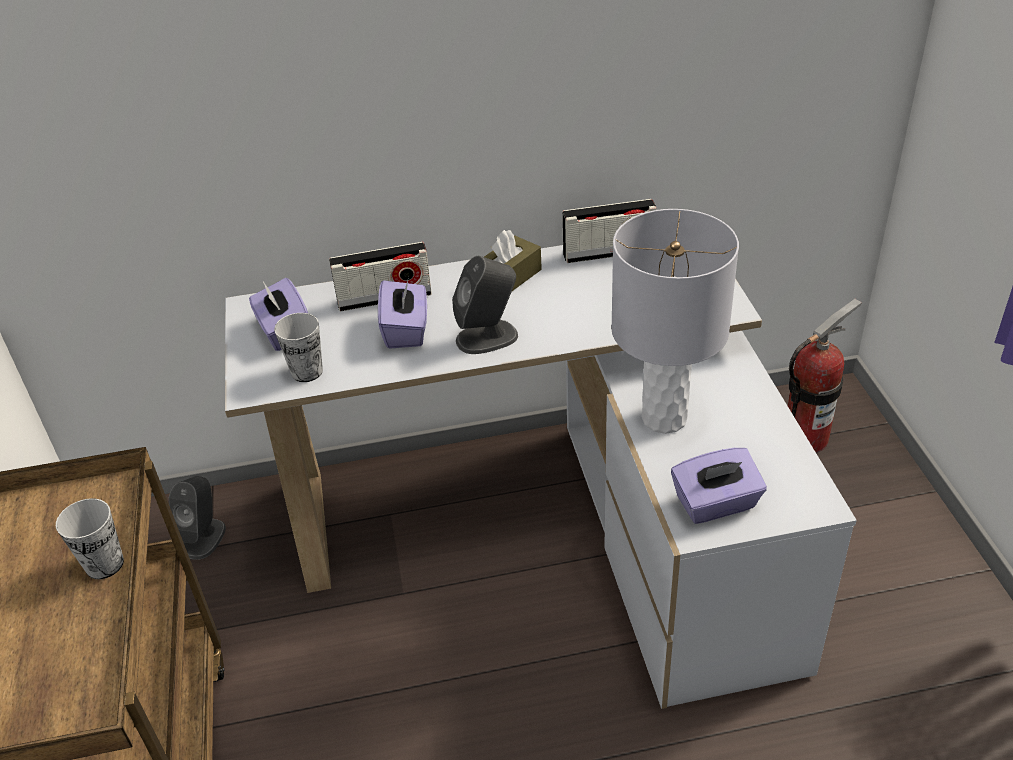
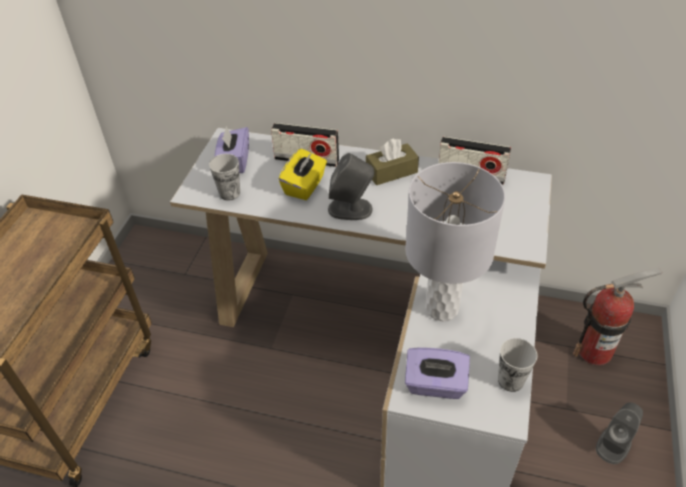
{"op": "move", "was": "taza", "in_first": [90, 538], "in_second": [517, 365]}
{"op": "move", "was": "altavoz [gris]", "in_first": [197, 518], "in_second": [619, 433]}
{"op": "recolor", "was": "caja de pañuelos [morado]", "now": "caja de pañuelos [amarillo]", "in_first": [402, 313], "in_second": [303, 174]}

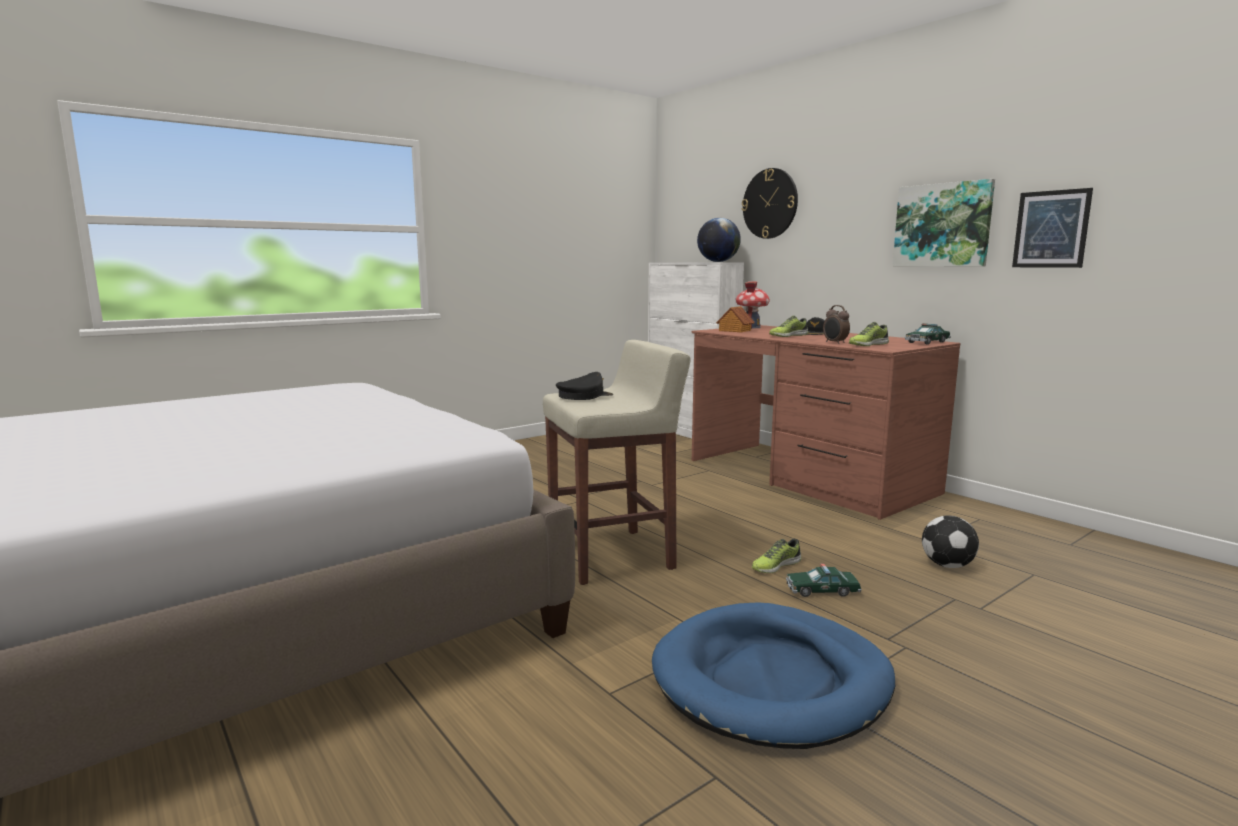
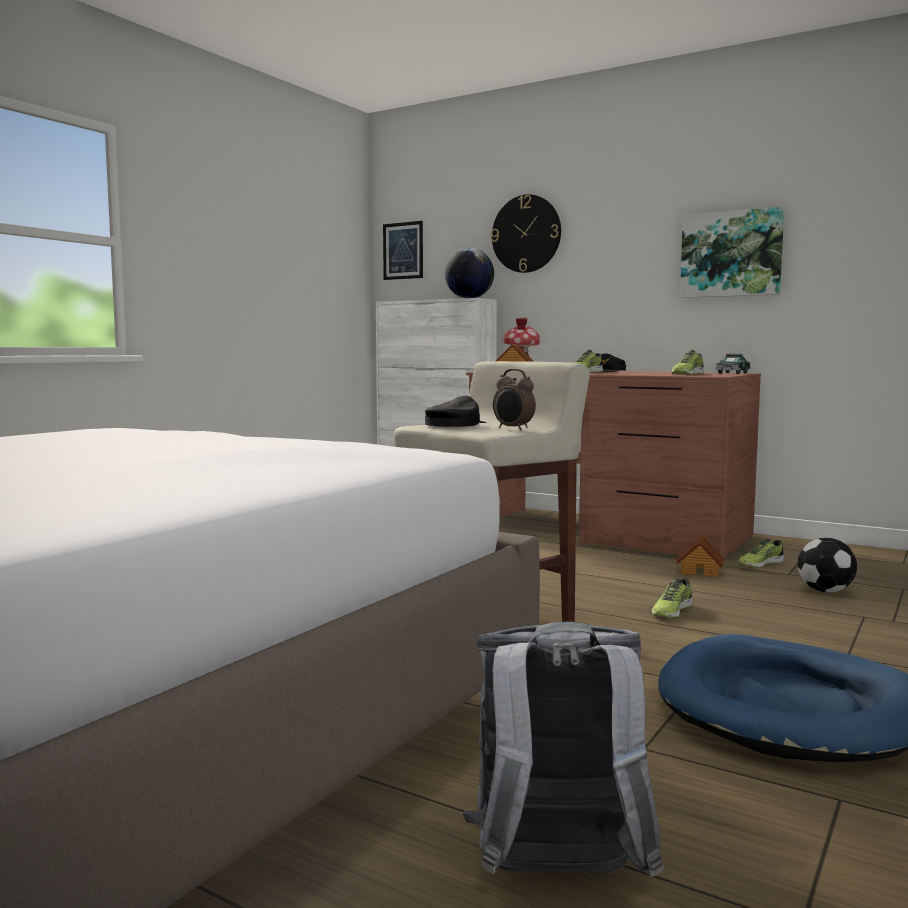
{"op": "delete", "was": "coche de juguete", "in_first": [824, 580]}
{"op": "move", "was": "despertador", "in_first": [836, 324], "in_second": [514, 399]}
{"op": "move", "was": "cuadro", "in_first": [1052, 228], "in_second": [403, 250]}
{"op": "insert", "now": "mochila [gris]", "in_second": [564, 749]}
{"op": "insert", "now": "casita", "in_second": [700, 557]}
{"op": "insert", "now": "zapato", "in_second": [761, 553]}

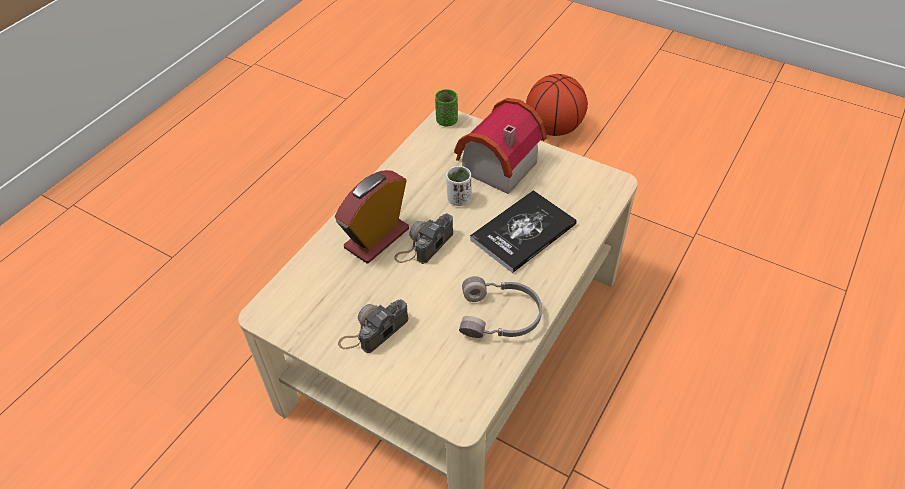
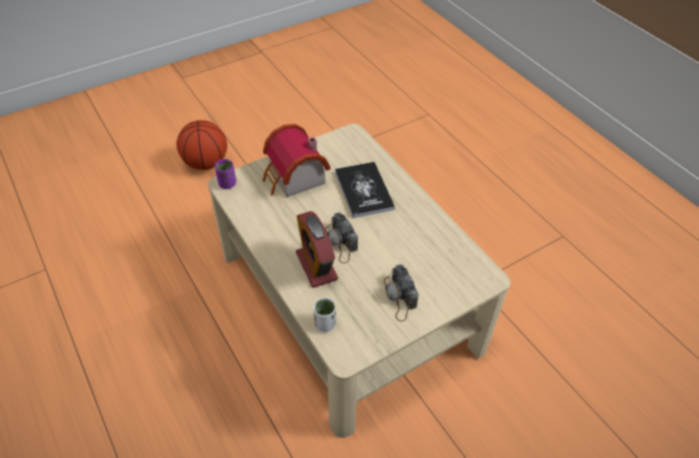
{"op": "recolor", "was": "taza [verde]", "now": "taza [morado]", "in_first": [446, 108], "in_second": [225, 174]}
{"op": "move", "was": "taza [blanco]", "in_first": [458, 186], "in_second": [324, 315]}
{"op": "delete", "was": "auriculares [gris]", "in_first": [500, 307]}

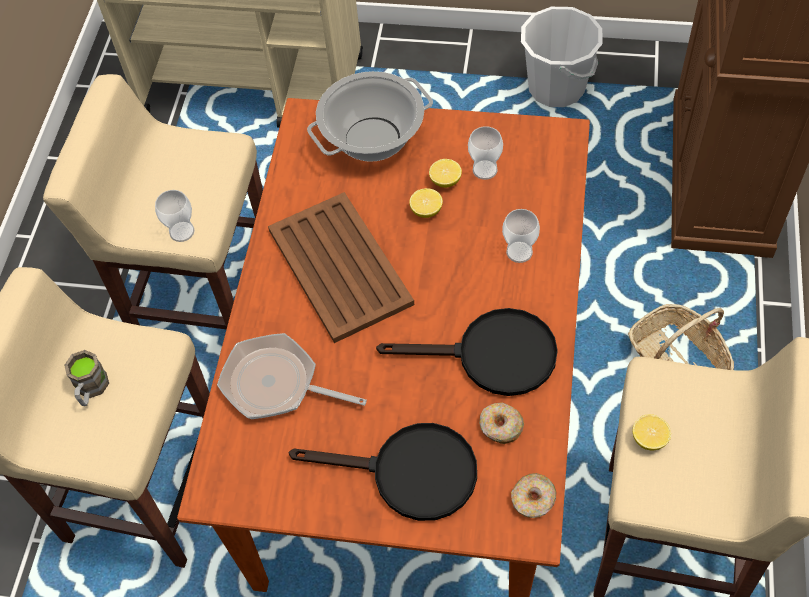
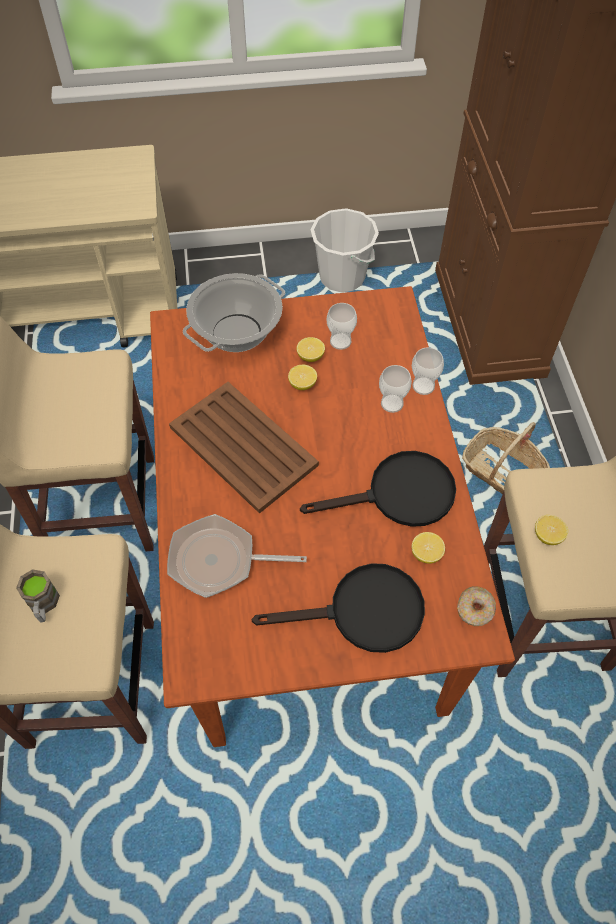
{"op": "move", "was": "taza", "in_first": [175, 216], "in_second": [428, 371]}
{"op": "replace", "was": "rosquilla", "now": "limón", "in_first": [501, 423], "in_second": [428, 548]}

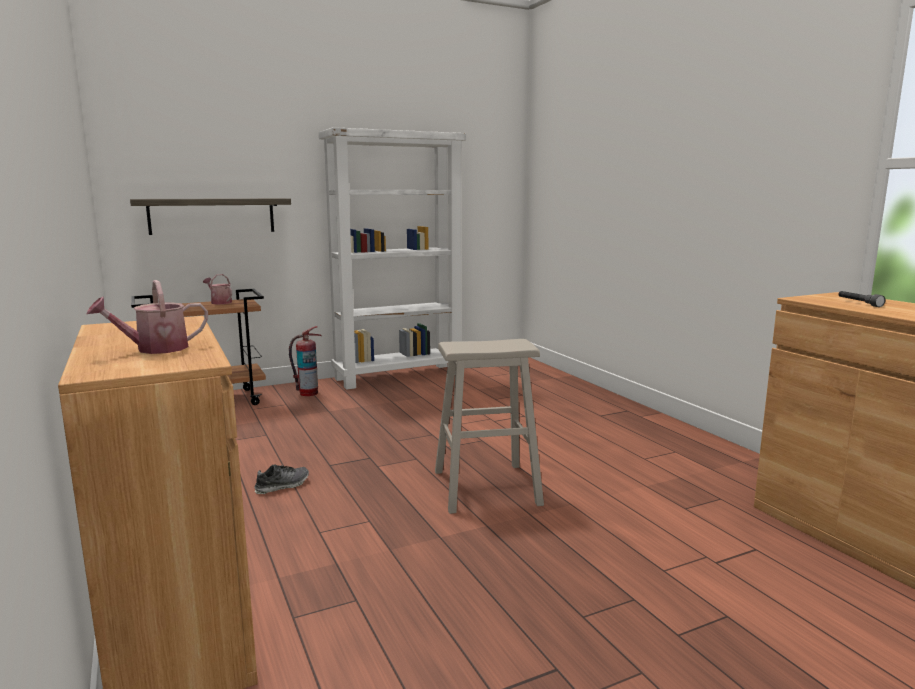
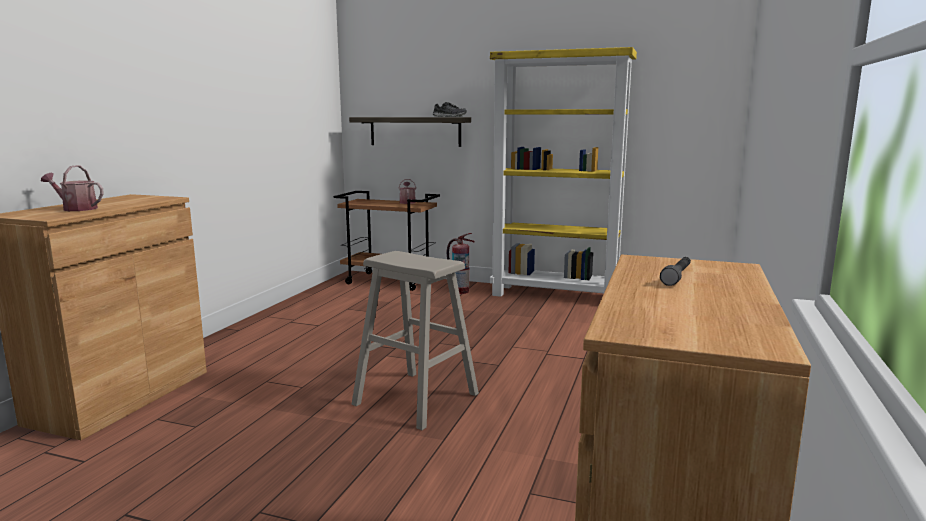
{"op": "move", "was": "zapato", "in_first": [281, 479], "in_second": [450, 109]}
{"op": "recolor", "was": "estantería [blanco]", "now": "estantería [amarillo]", "in_first": [392, 258], "in_second": [563, 172]}

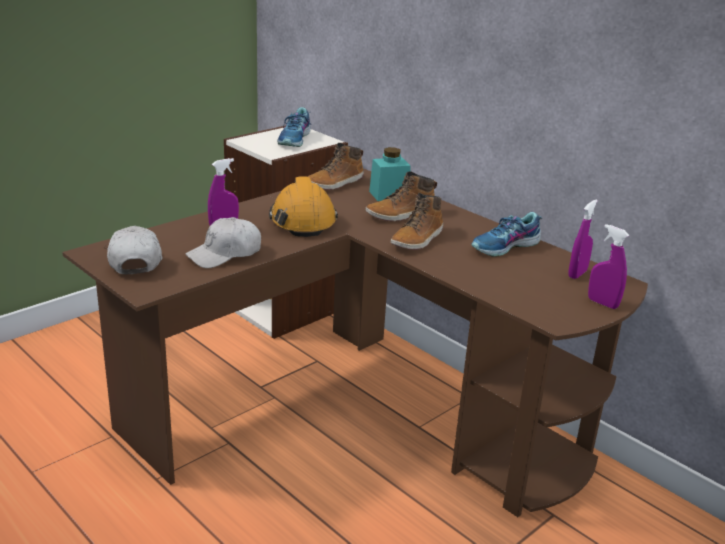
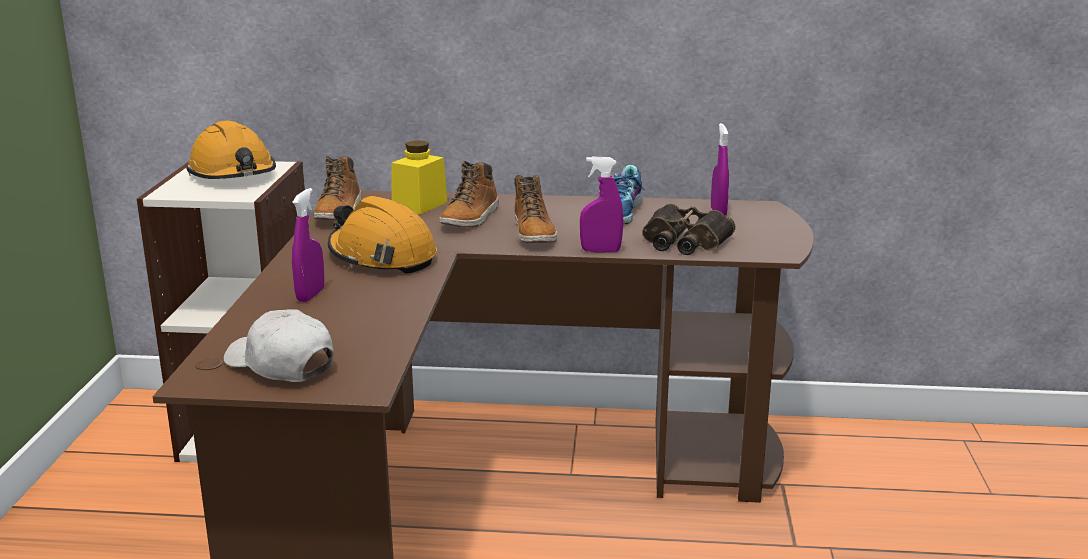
{"op": "delete", "was": "gorra [blanco]", "in_first": [223, 242]}
{"op": "replace", "was": "zapato", "now": "casco [naranja]", "in_first": [294, 127], "in_second": [231, 150]}
{"op": "recolor", "was": "tarro [turquesa]", "now": "tarro [amarillo]", "in_first": [390, 174], "in_second": [420, 177]}
{"op": "move", "was": "pulverizador [morado]", "in_first": [608, 266], "in_second": [601, 204]}
{"op": "insert", "now": "prismáticos", "in_second": [688, 229]}

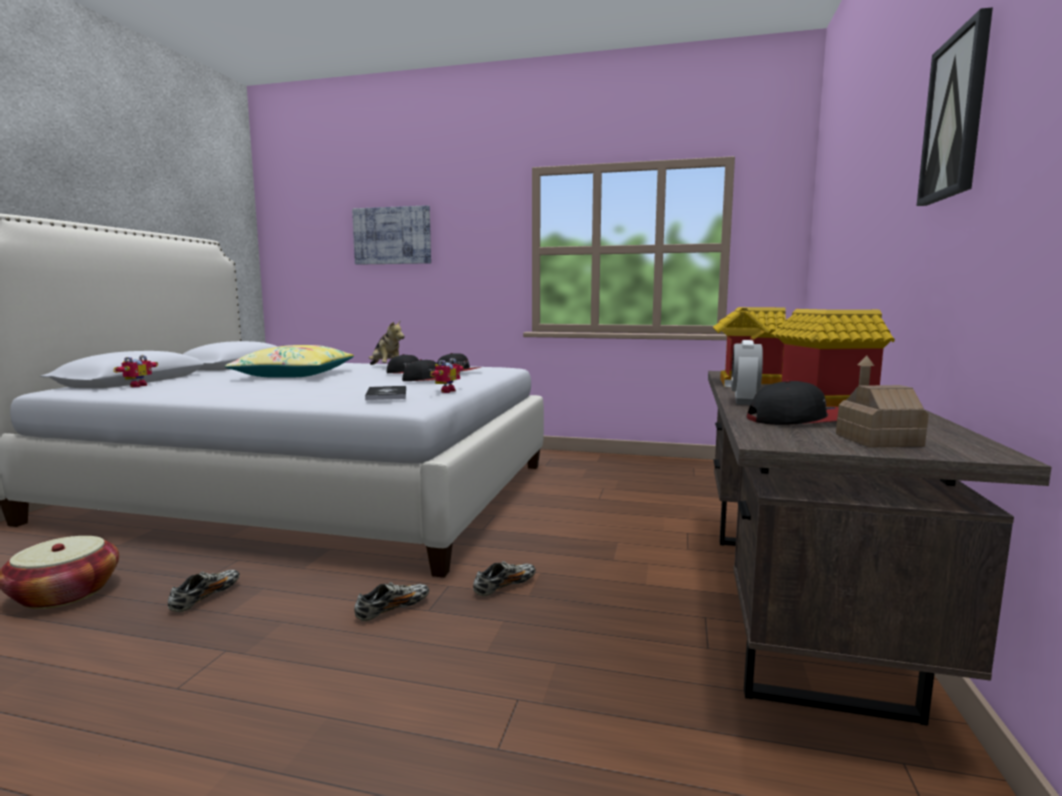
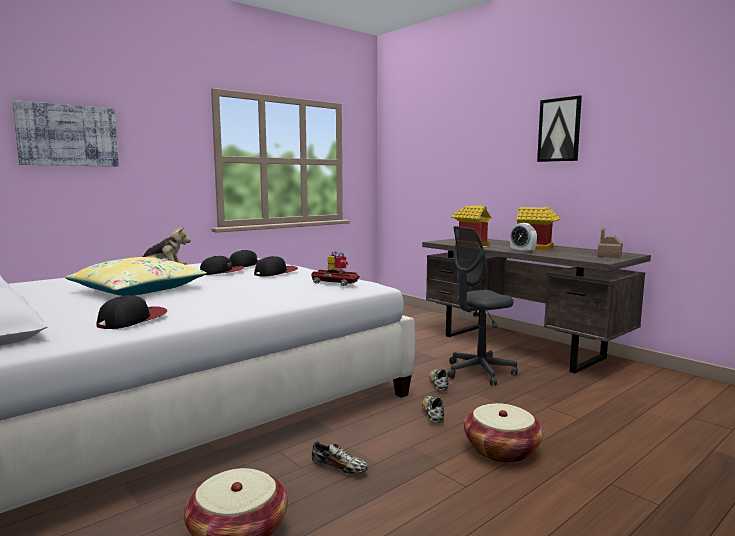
{"op": "delete", "was": "robot de juguete", "in_first": [135, 371]}
{"op": "rotate", "was": "zapato", "in_first": [204, 591], "in_second": [339, 457], "clockwise": 150}
{"op": "replace", "was": "libro", "now": "coche de juguete", "in_first": [385, 393], "in_second": [335, 277]}
{"op": "move", "was": "gorra", "in_first": [793, 402], "in_second": [131, 312]}
{"op": "insert", "now": "silla de oficina [gris]", "in_second": [483, 306]}
{"op": "insert", "now": "cesta", "in_second": [503, 433]}

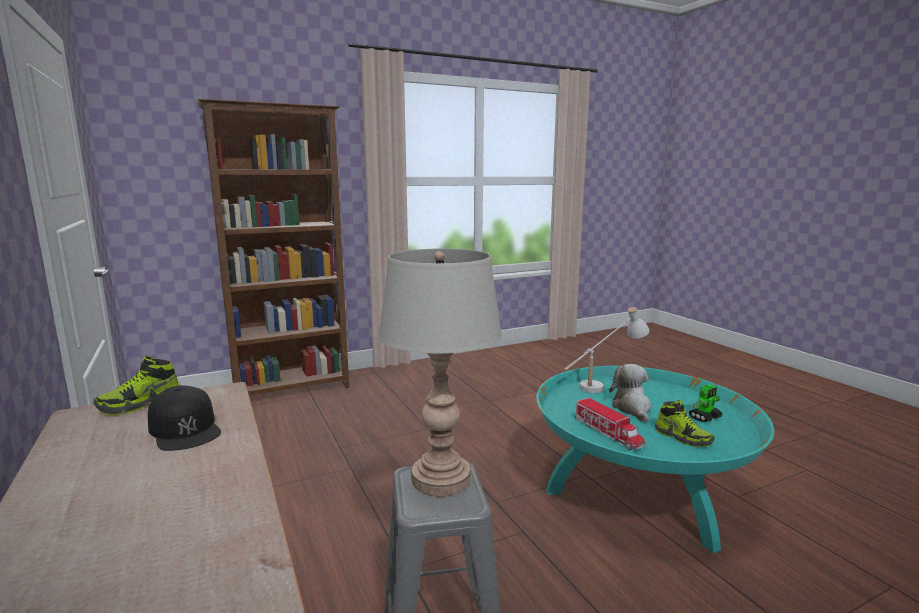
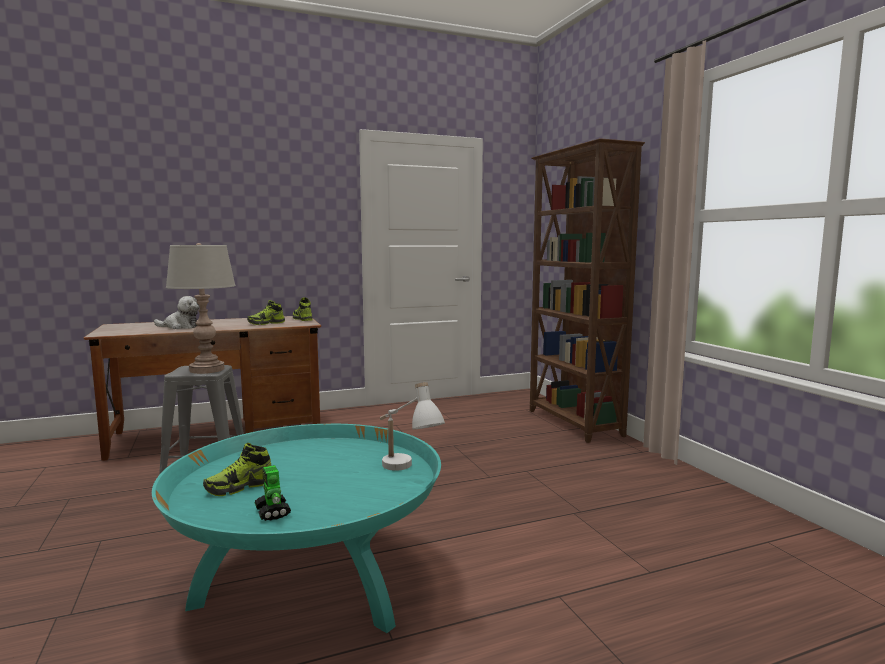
{"op": "replace", "was": "gorra [negro]", "now": "zapato", "in_first": [184, 418], "in_second": [266, 312]}
{"op": "delete", "was": "camión de juguete", "in_first": [610, 424]}
{"op": "move", "was": "peluche", "in_first": [630, 393], "in_second": [177, 312]}

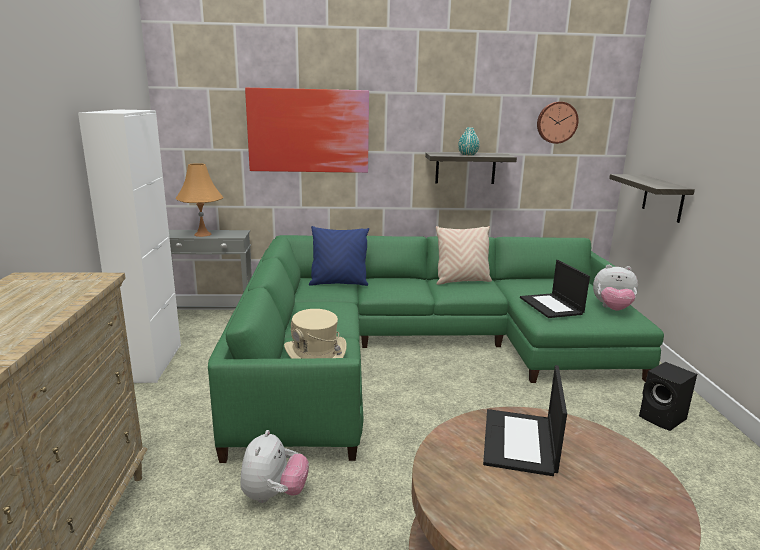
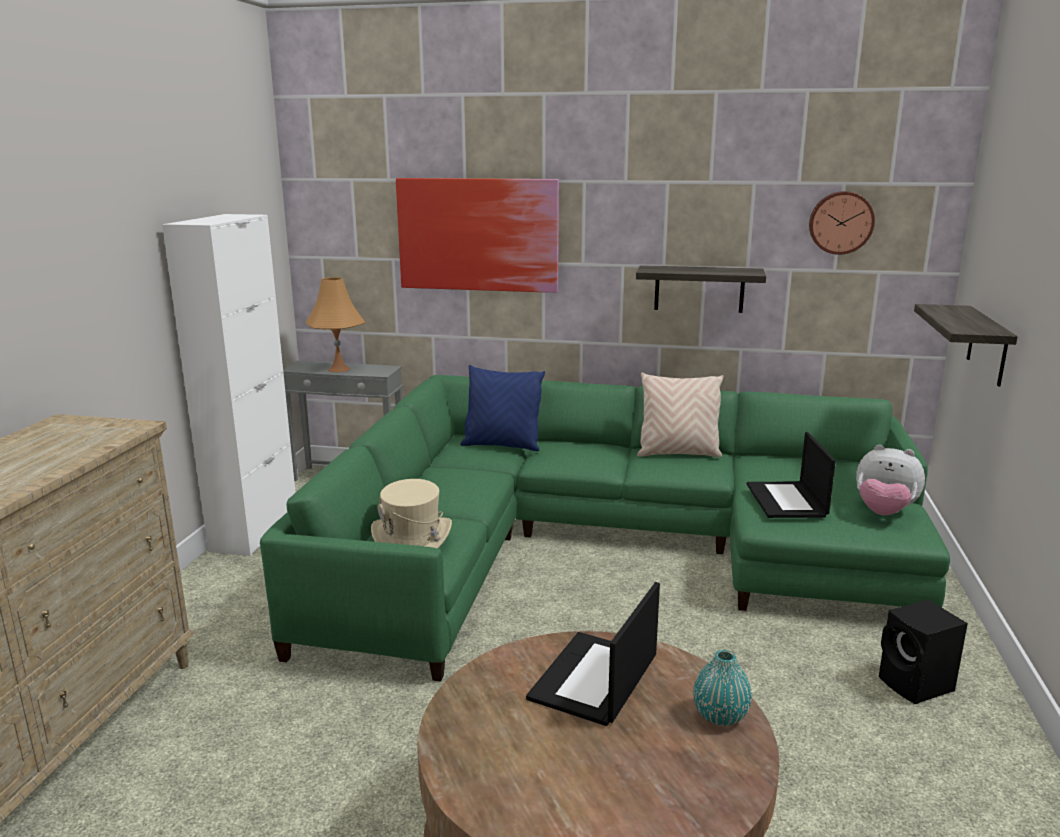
{"op": "delete", "was": "peluche", "in_first": [274, 466]}
{"op": "move", "was": "florero [turquesa]", "in_first": [469, 141], "in_second": [722, 688]}

